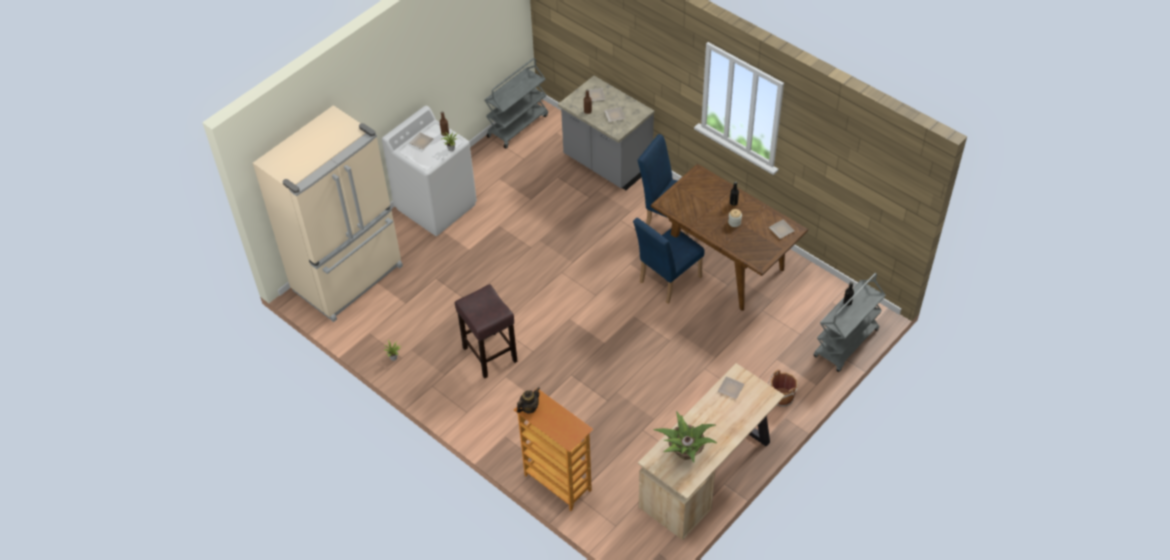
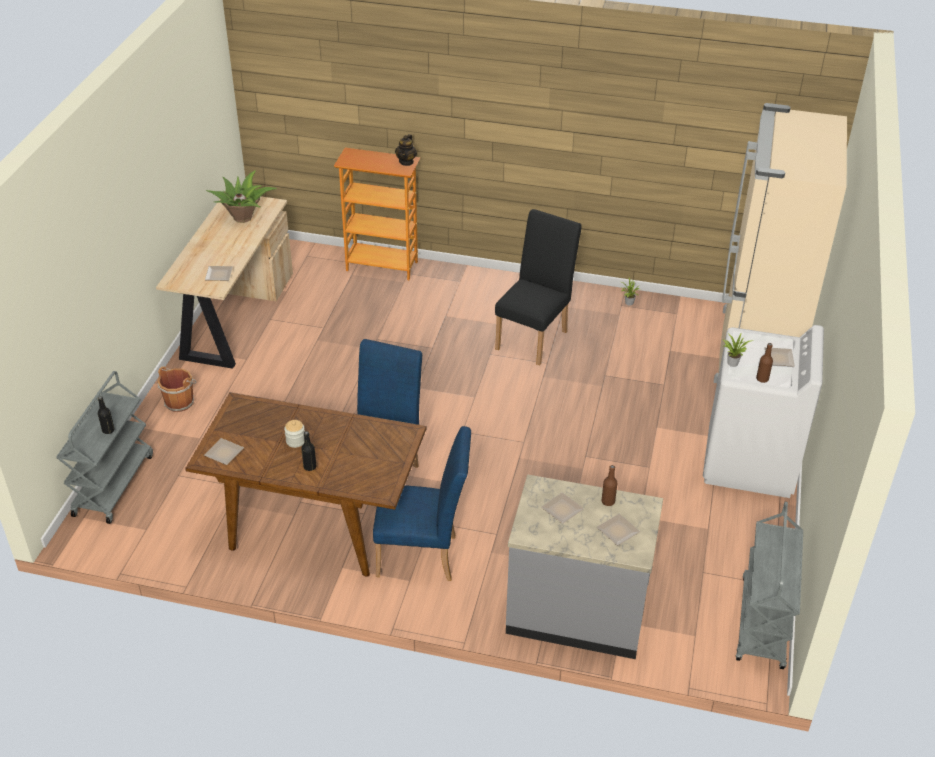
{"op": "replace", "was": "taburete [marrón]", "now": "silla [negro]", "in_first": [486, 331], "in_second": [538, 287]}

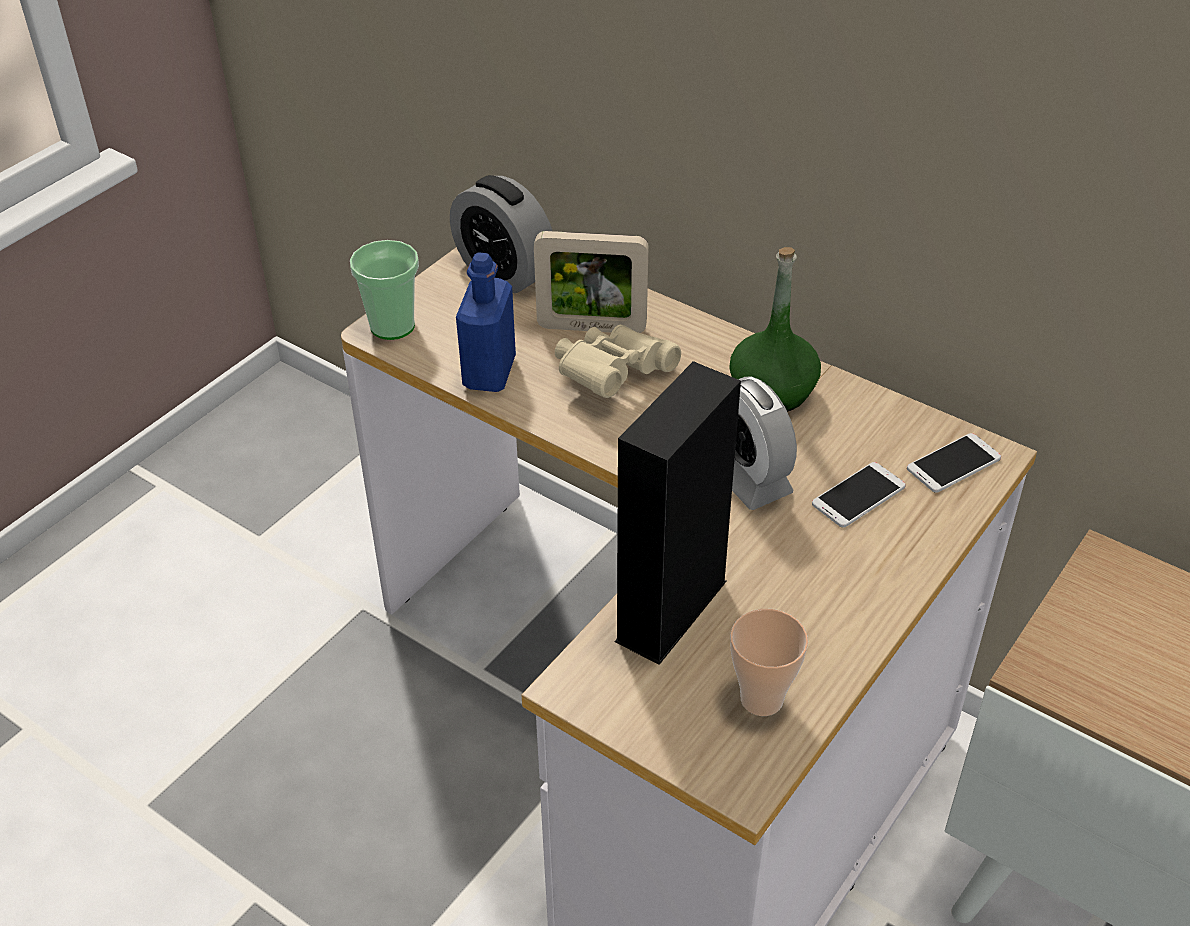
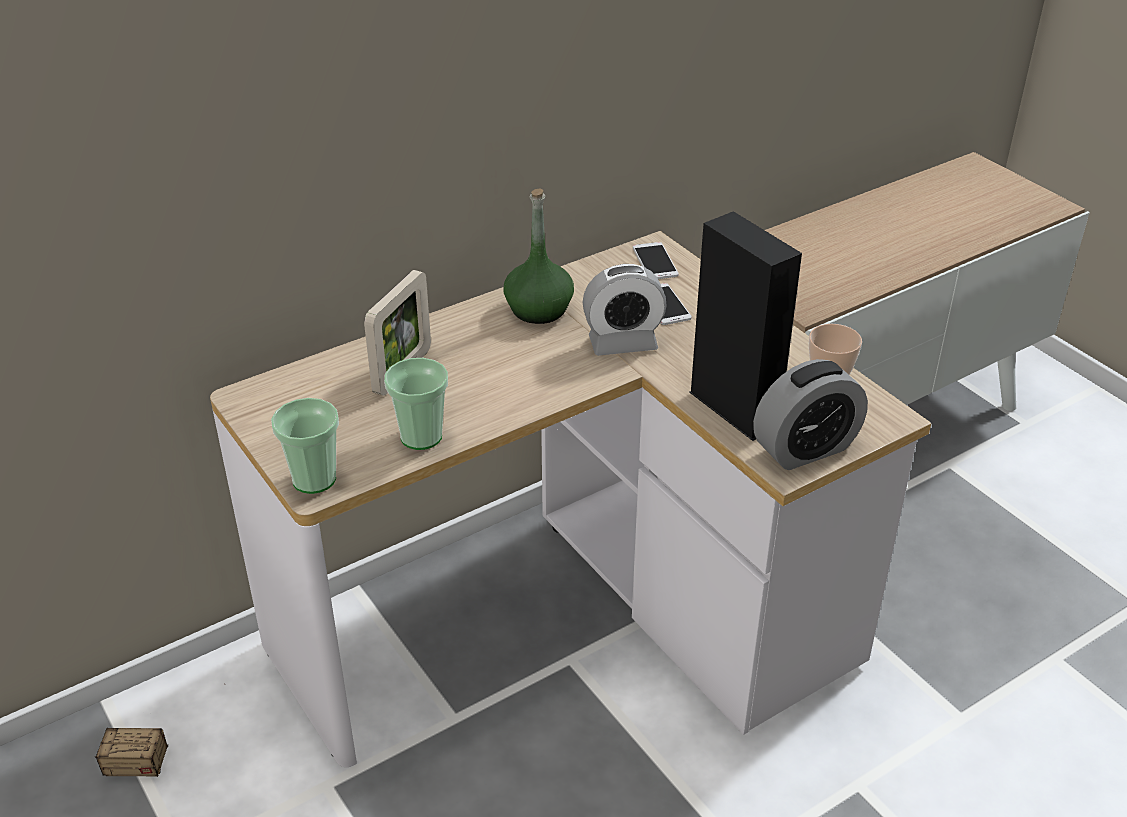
{"op": "move", "was": "despertador", "in_first": [501, 234], "in_second": [810, 414]}
{"op": "replace", "was": "botella [azul]", "now": "taza", "in_first": [486, 322], "in_second": [416, 404]}
{"op": "delete", "was": "prismáticos [beis]", "in_first": [618, 361]}
{"op": "insert", "now": "caja de almacenaje", "in_second": [160, 730]}

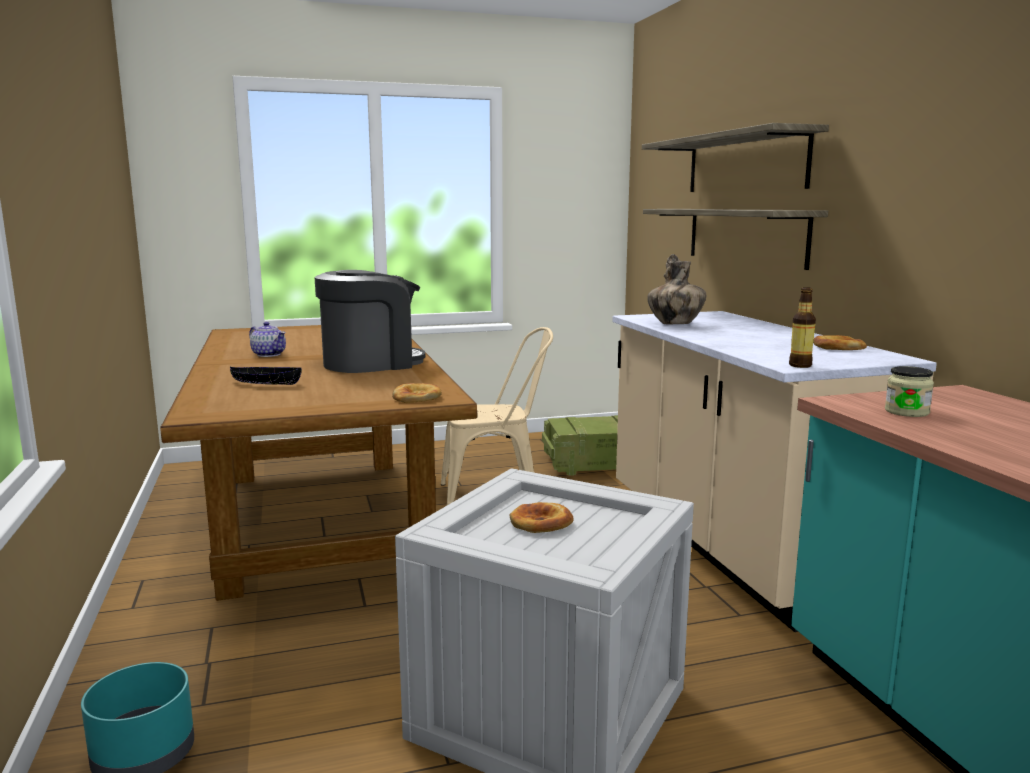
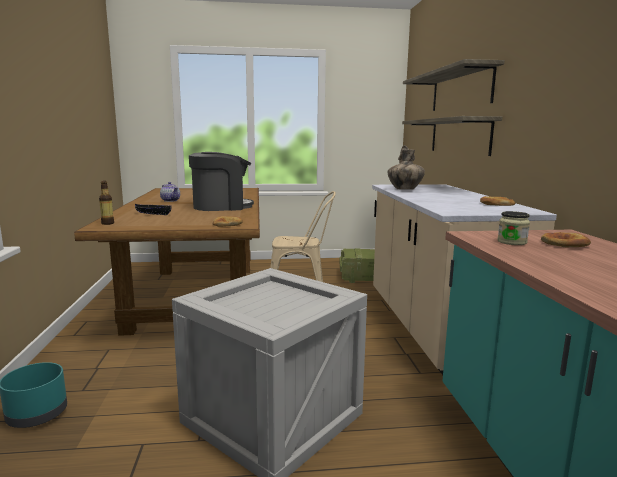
{"op": "move", "was": "pan", "in_first": [541, 517], "in_second": [566, 239]}
{"op": "move", "was": "botella", "in_first": [802, 327], "in_second": [106, 203]}

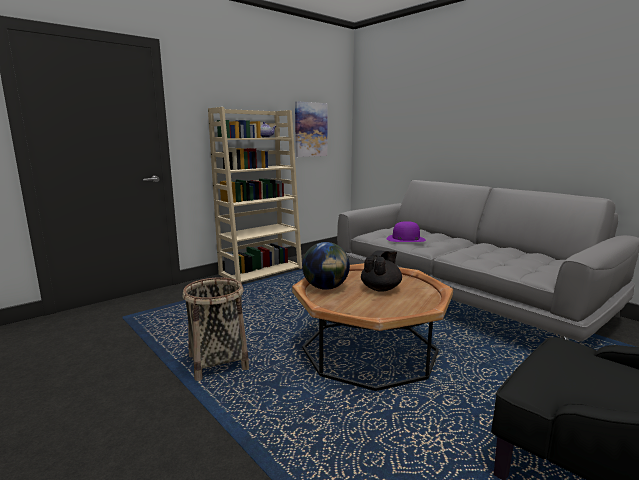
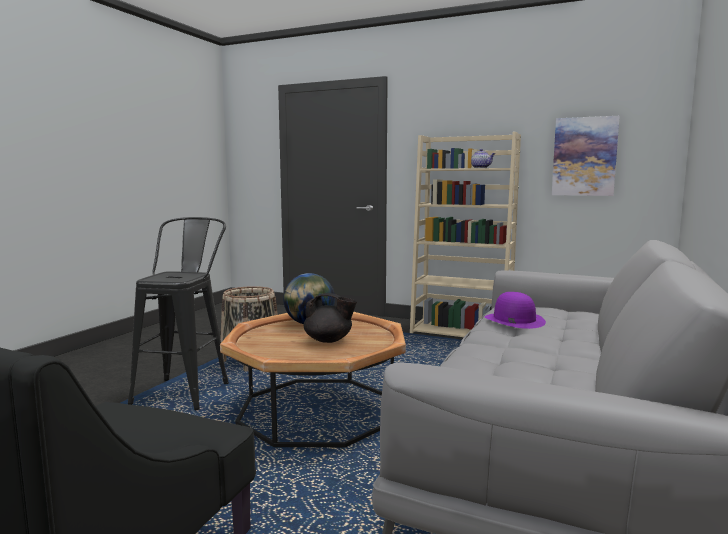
{"op": "insert", "now": "taburete [negro]", "in_second": [178, 313]}

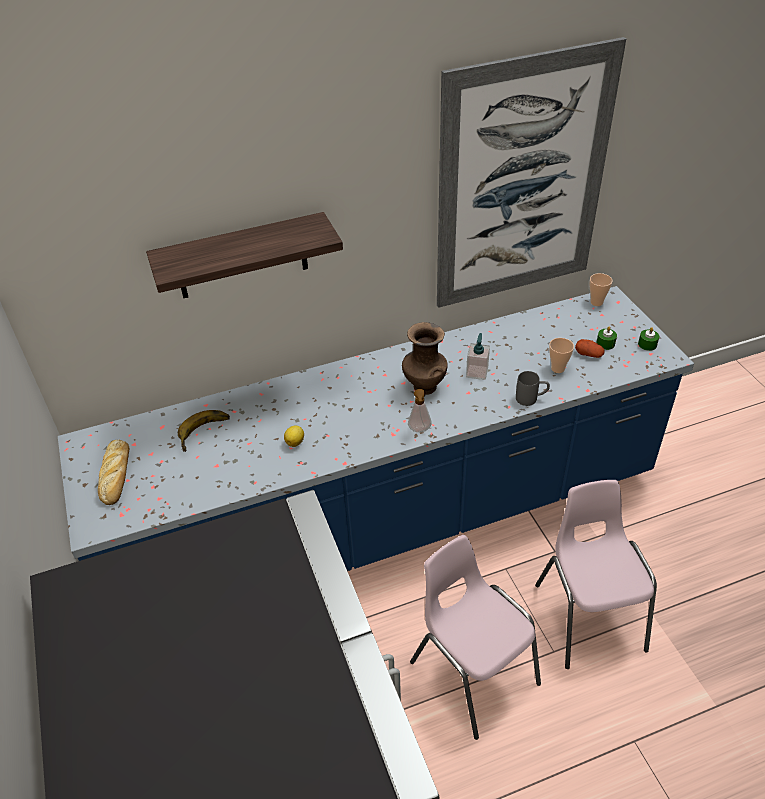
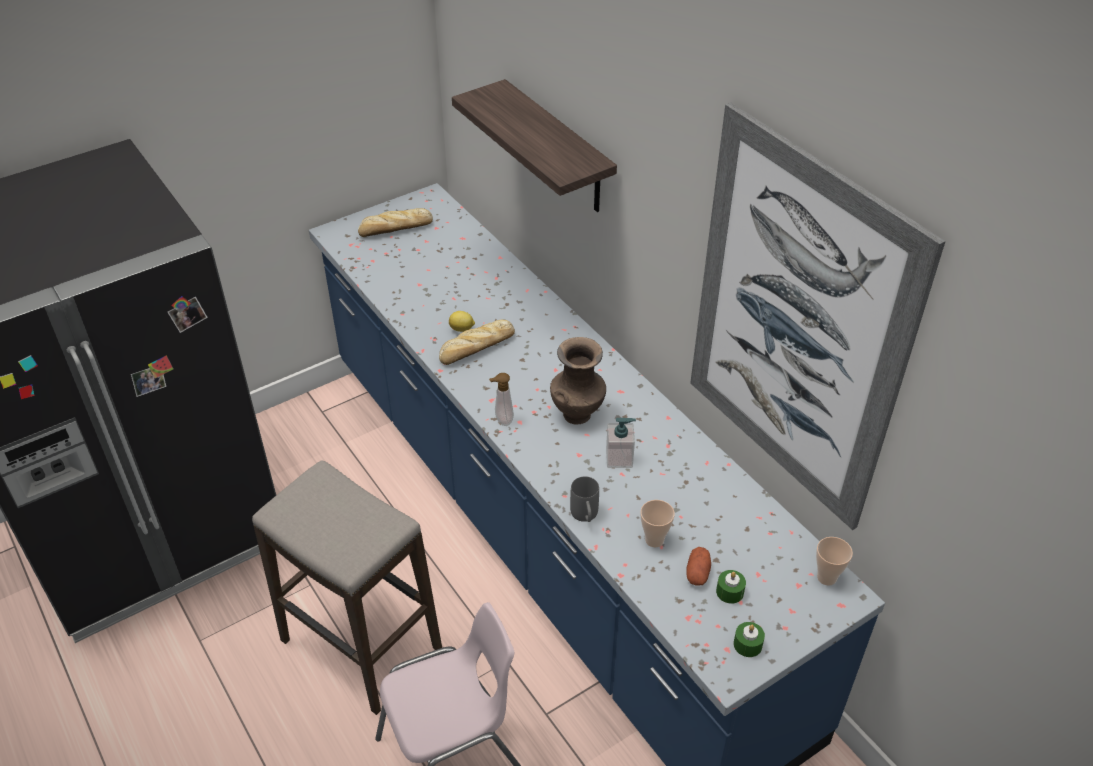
{"op": "delete", "was": "plátano", "in_first": [204, 431]}
{"op": "replace", "was": "silla [rosa]", "now": "taburete", "in_first": [475, 637], "in_second": [347, 587]}
{"op": "insert", "now": "pan", "in_second": [477, 342]}

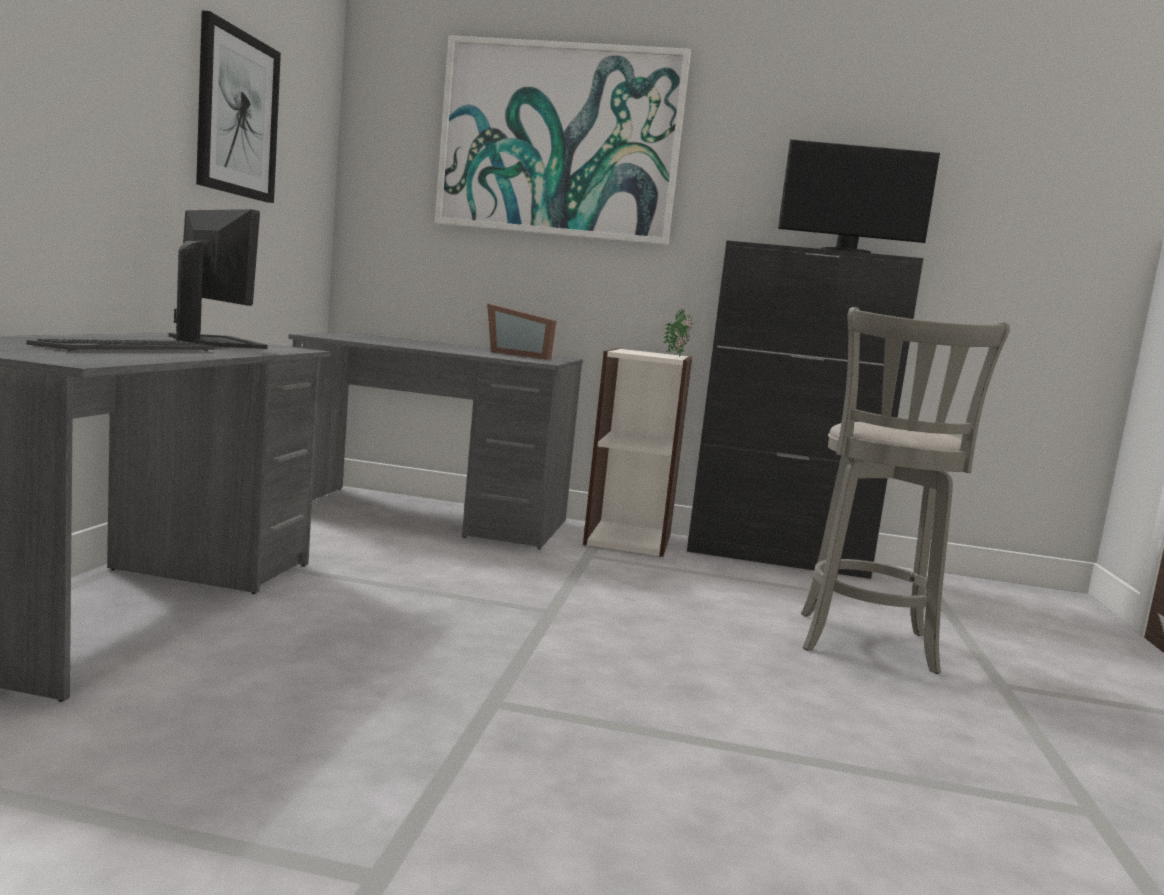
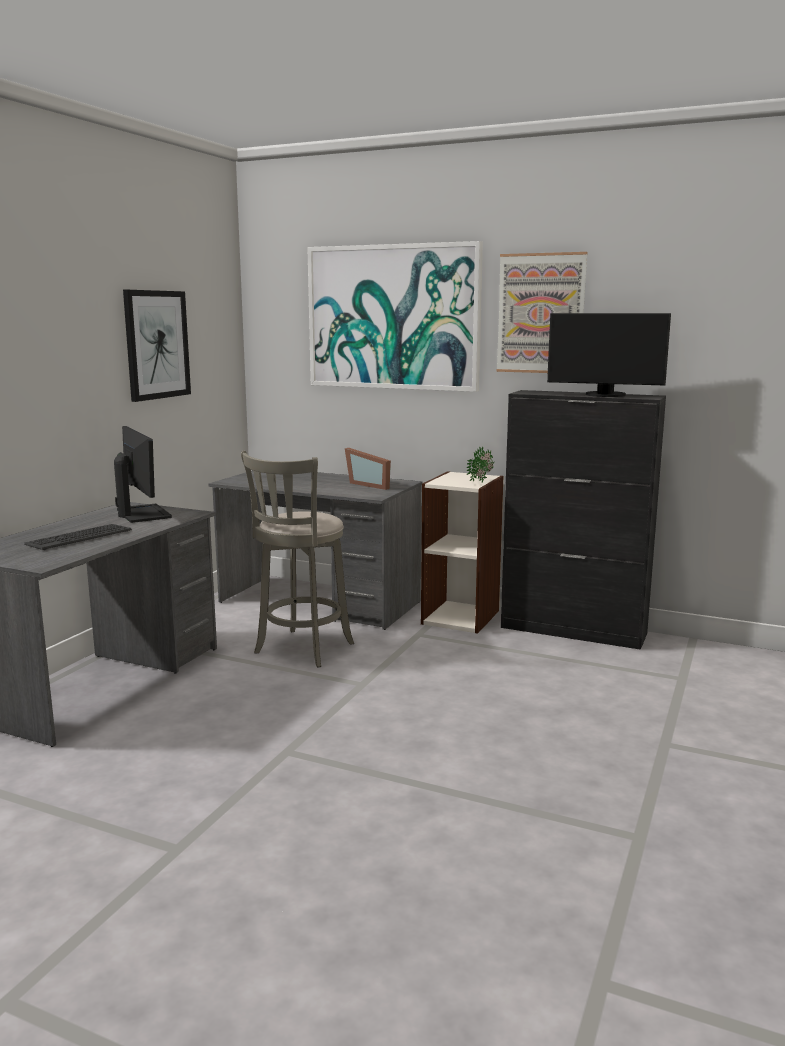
{"op": "move", "was": "taburete [gris]", "in_first": [905, 490], "in_second": [297, 559]}
{"op": "insert", "now": "cuadro", "in_second": [542, 312]}

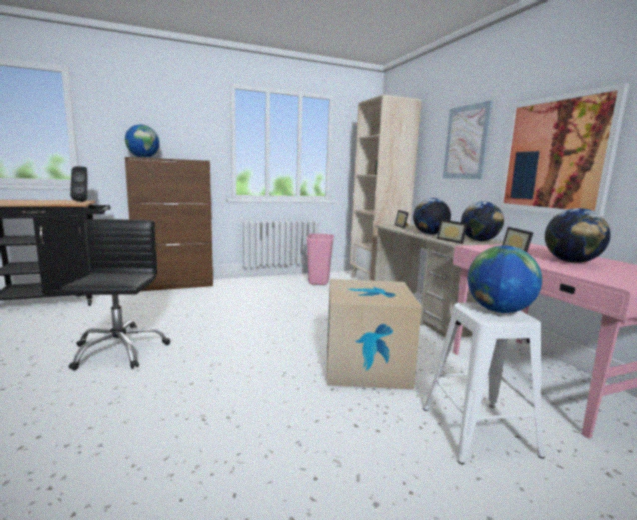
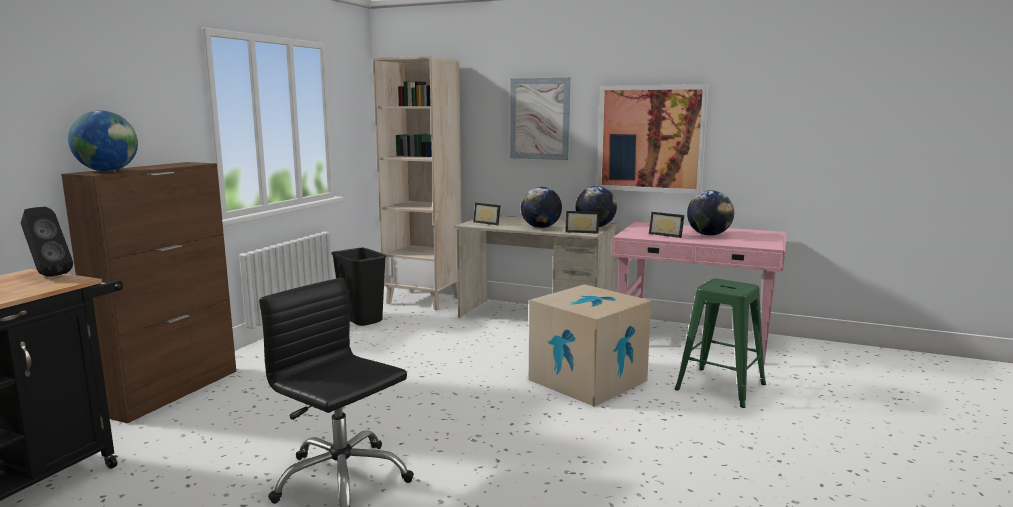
{"op": "recolor", "was": "papelera [rosa]", "now": "papelera [negro]", "in_first": [320, 259], "in_second": [358, 287]}
{"op": "recolor", "was": "taburete [blanco]", "now": "taburete [verde]", "in_first": [484, 383], "in_second": [720, 343]}
{"op": "delete", "was": "globo terráqueo", "in_first": [505, 279]}

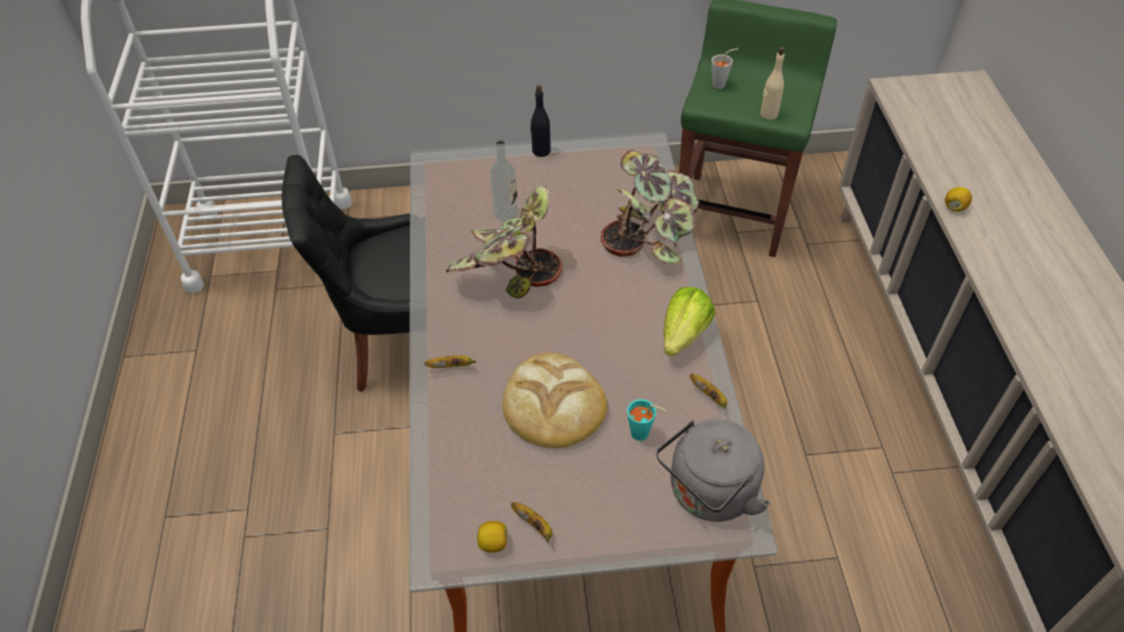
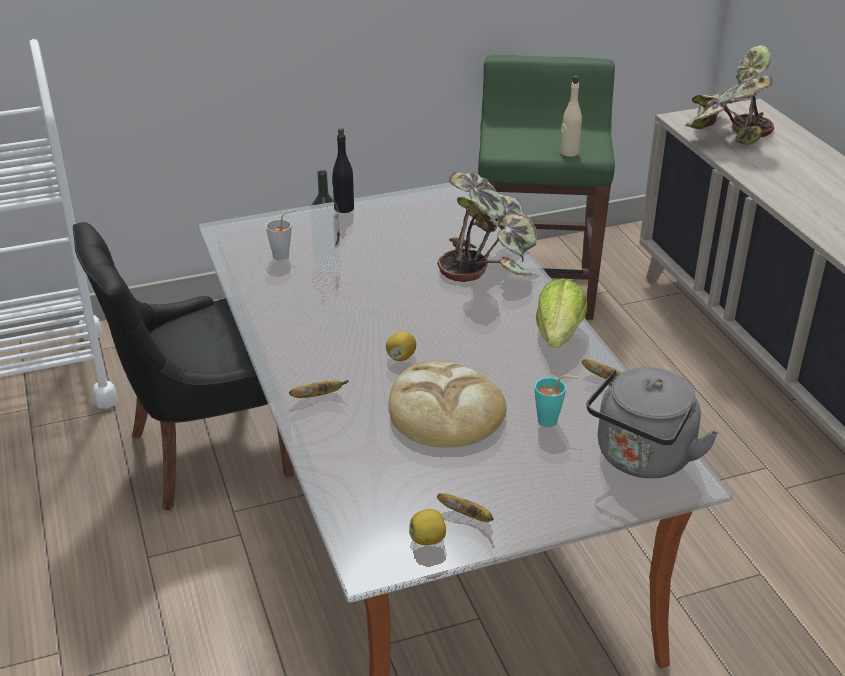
{"op": "move", "was": "planta en maceta", "in_first": [504, 242], "in_second": [729, 95]}
{"op": "move", "was": "taza [gris]", "in_first": [725, 68], "in_second": [281, 234]}
{"op": "move", "was": "limón", "in_first": [958, 199], "in_second": [401, 346]}

